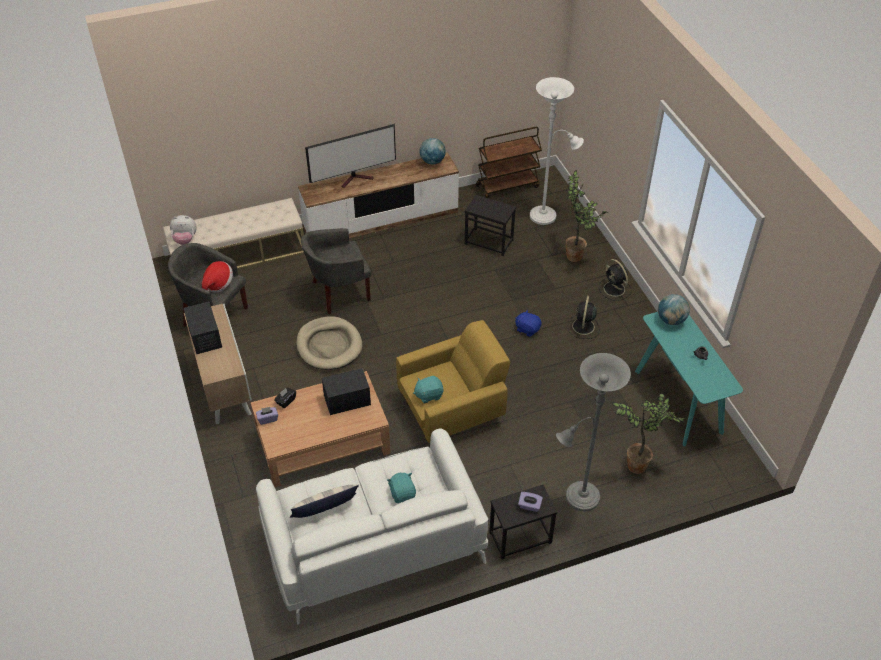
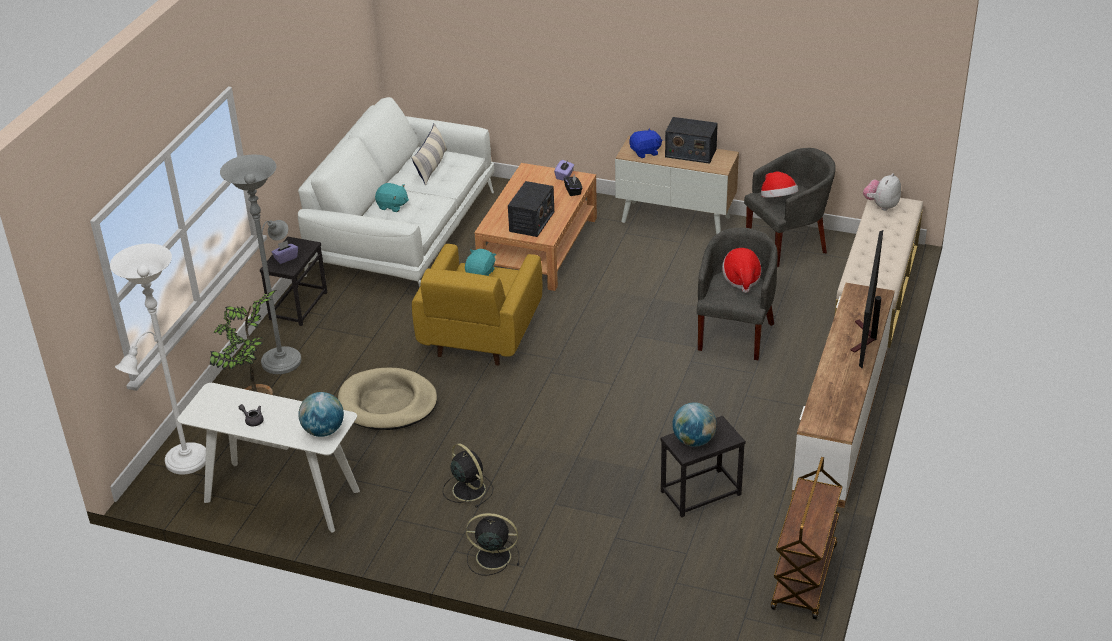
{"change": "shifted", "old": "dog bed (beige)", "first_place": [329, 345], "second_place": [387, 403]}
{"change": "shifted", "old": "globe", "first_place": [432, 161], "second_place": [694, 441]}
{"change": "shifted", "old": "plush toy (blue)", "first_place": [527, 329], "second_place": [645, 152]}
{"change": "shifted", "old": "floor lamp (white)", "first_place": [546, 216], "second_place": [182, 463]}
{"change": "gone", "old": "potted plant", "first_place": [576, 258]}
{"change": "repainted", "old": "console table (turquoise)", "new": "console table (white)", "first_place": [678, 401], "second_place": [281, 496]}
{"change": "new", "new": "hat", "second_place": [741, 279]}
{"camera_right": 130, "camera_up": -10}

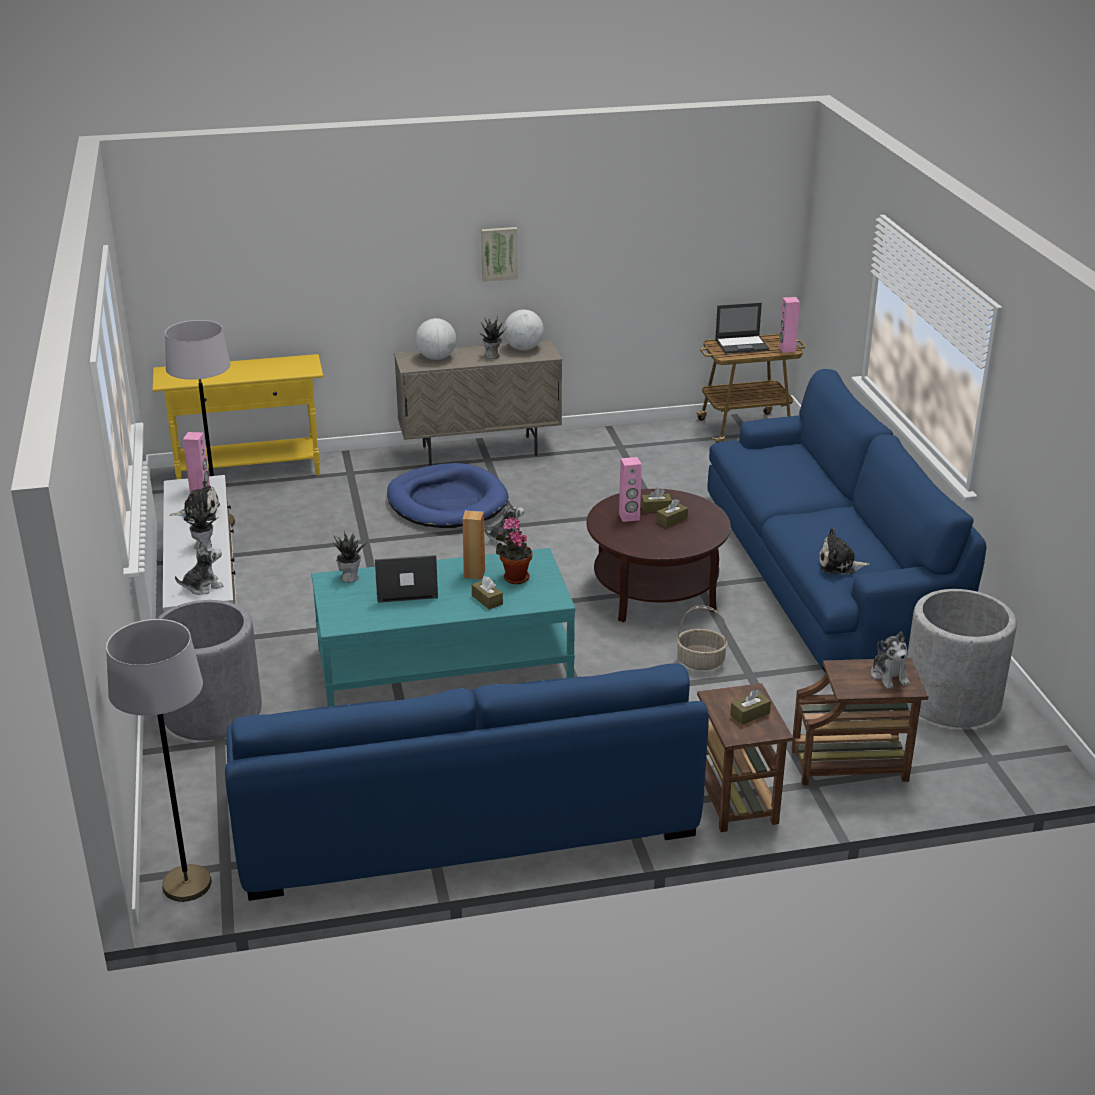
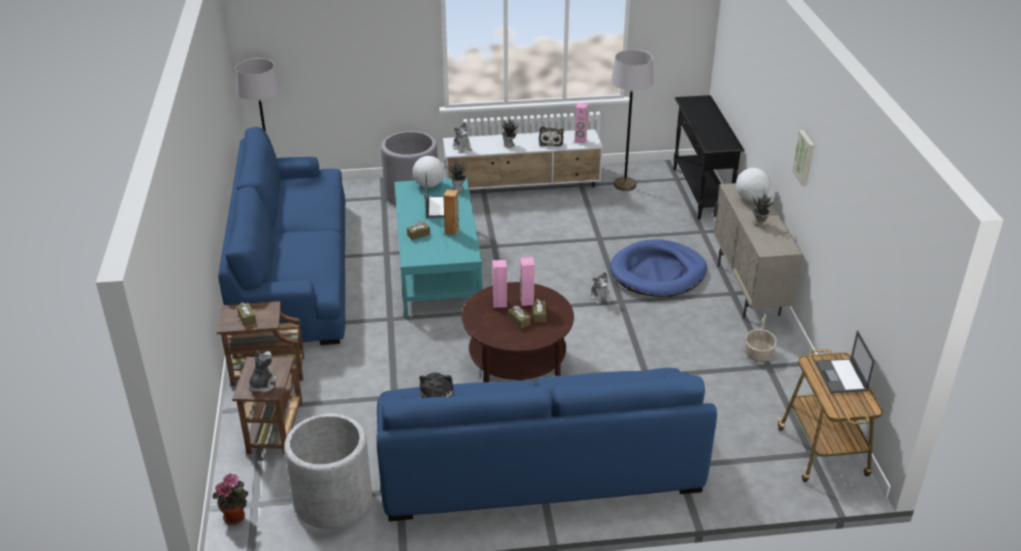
{"change": "repainted", "old": "console table (yellow)", "new": "console table (black)", "first_place": [249, 471], "second_place": [700, 192]}
{"change": "shifted", "old": "potted plant", "first_place": [514, 577], "second_place": [236, 516]}
{"change": "shifted", "old": "globe", "first_place": [523, 348], "second_place": [429, 185]}
{"change": "shifted", "old": "basket", "first_place": [701, 661], "second_place": [759, 354]}
{"change": "shifted", "old": "speaker (pink)", "first_place": [786, 349], "second_place": [499, 303]}
{"change": "rotated", "old": "plush toy", "first_place": [889, 676], "second_place": [262, 384], "degrees": 120}
{"camera_right": 95, "camera_up": 5}

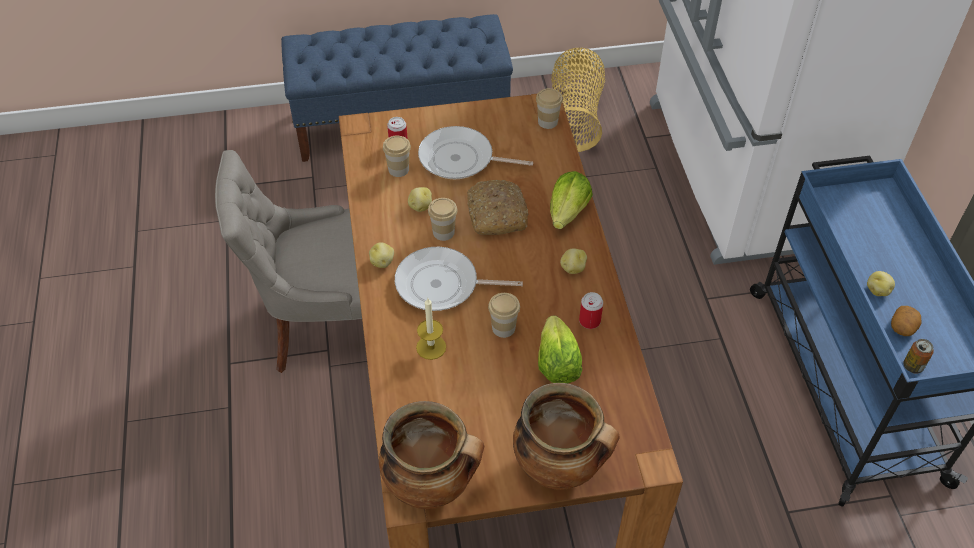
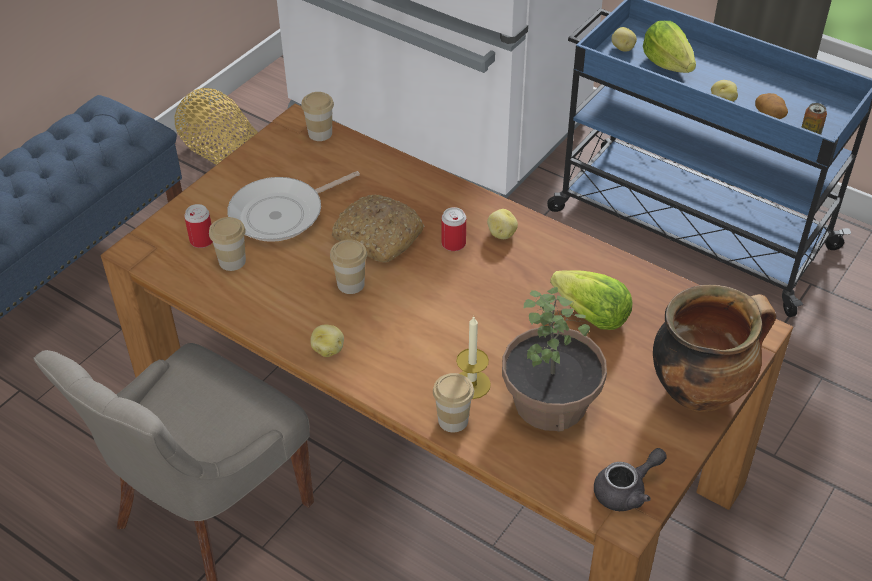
{"change": "swapped", "old": "cooking pot", "new": "teapot (grey)", "first_place": [431, 485], "second_place": [626, 490]}
{"change": "gone", "old": "frying pan", "first_place": [442, 285]}
{"change": "shifted", "old": "potato", "first_place": [420, 206], "second_place": [622, 48]}
{"change": "shifted", "old": "cup", "first_place": [503, 328], "second_place": [453, 420]}
{"change": "shifted", "old": "lettuce", "first_place": [568, 212], "second_place": [667, 64]}
{"change": "shifted", "old": "can", "first_place": [589, 321], "second_place": [453, 244]}
{"change": "new", "new": "potted plant", "second_place": [551, 402]}
{"camera_right": -45, "camera_up": -5}

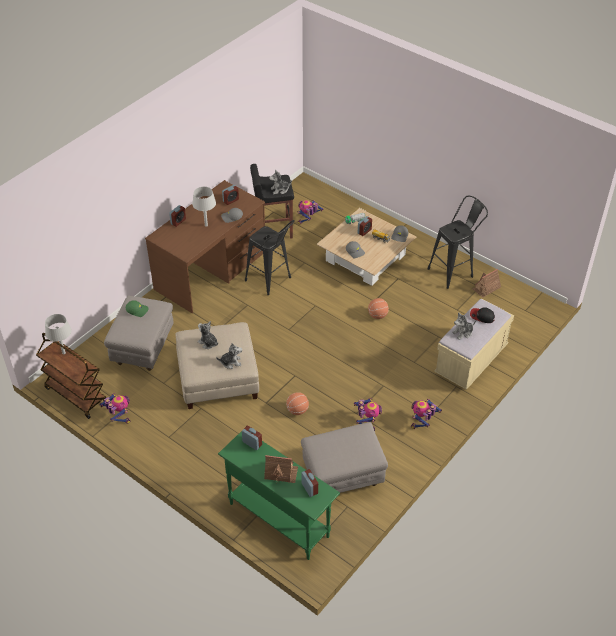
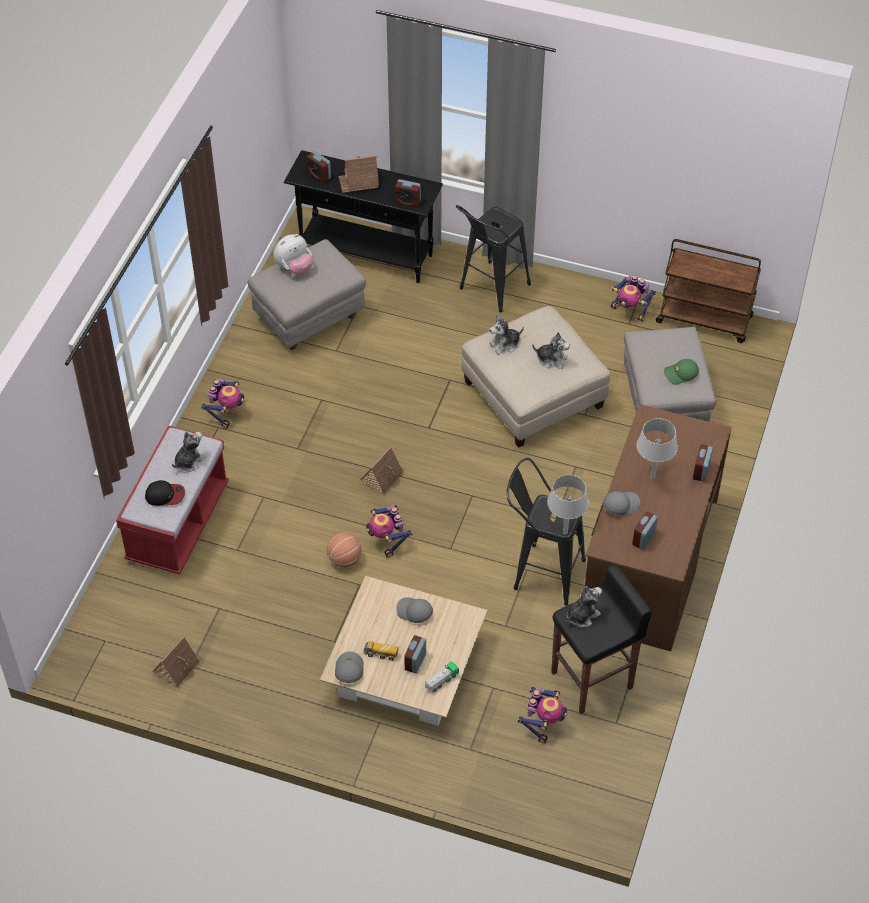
{"change": "shifted", "old": "table lamp (grey)", "first_place": [63, 353], "second_place": [565, 532]}
{"change": "repainted", "old": "console table (green)", "new": "console table (black)", "first_place": [278, 519], "second_place": [366, 255]}
{"change": "gone", "old": "basketball", "first_place": [297, 410]}
{"change": "shifted", "old": "toy robot", "first_place": [367, 421], "second_place": [387, 540]}
{"change": "shifted", "old": "stool (black)", "first_place": [454, 271], "second_place": [490, 291]}
{"change": "repainted", "old": "bench (beige)", "new": "bench (red)", "first_place": [471, 360], "second_place": [178, 523]}
{"change": "new", "new": "plush toy", "second_place": [294, 268]}
{"change": "new", "new": "toy house", "second_place": [383, 476]}
{"camera_right": 160, "camera_up": 5}

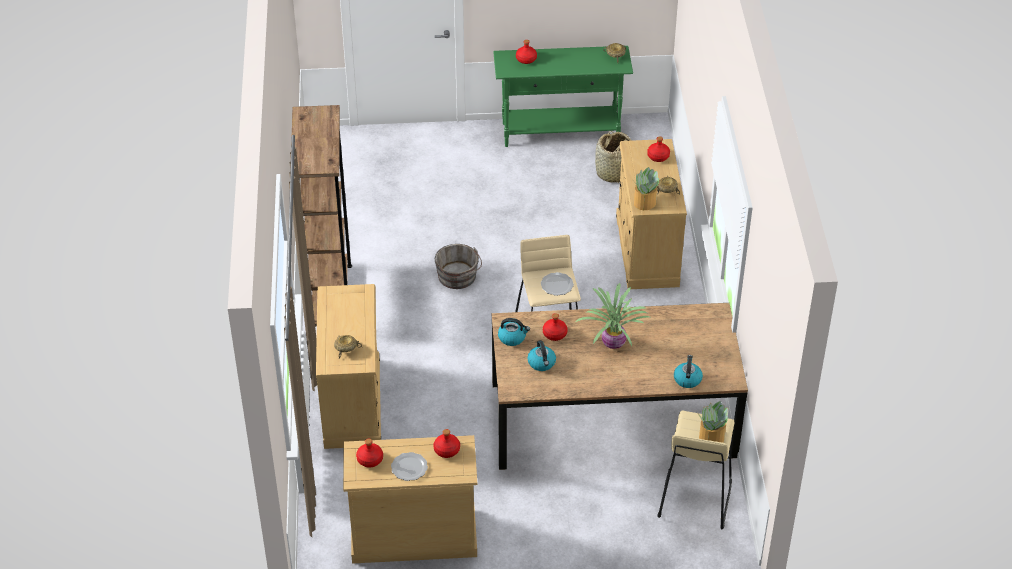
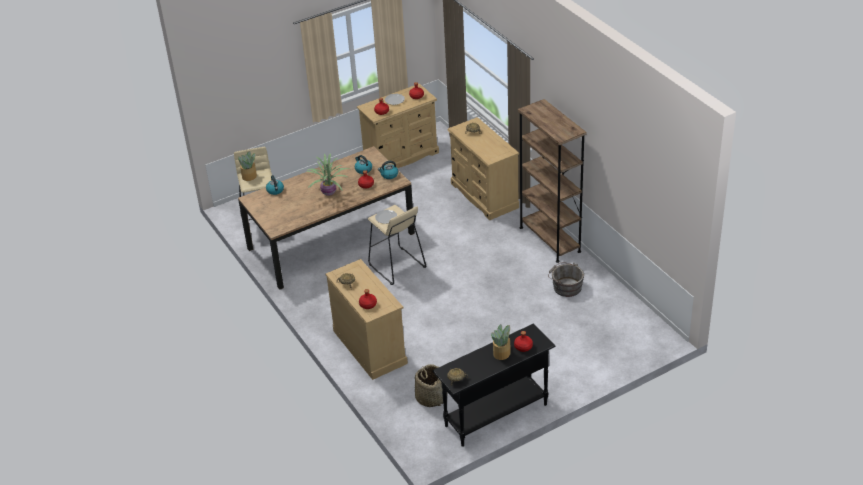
{"change": "shifted", "old": "bucket (grey)", "first_place": [458, 277], "second_place": [565, 287]}
{"change": "repainted", "old": "console table (green)", "new": "console table (black)", "first_place": [561, 133], "second_place": [495, 415]}
{"change": "shifted", "old": "potted plant", "first_place": [644, 203], "second_place": [502, 353]}
{"camera_right": 155, "camera_up": -5}

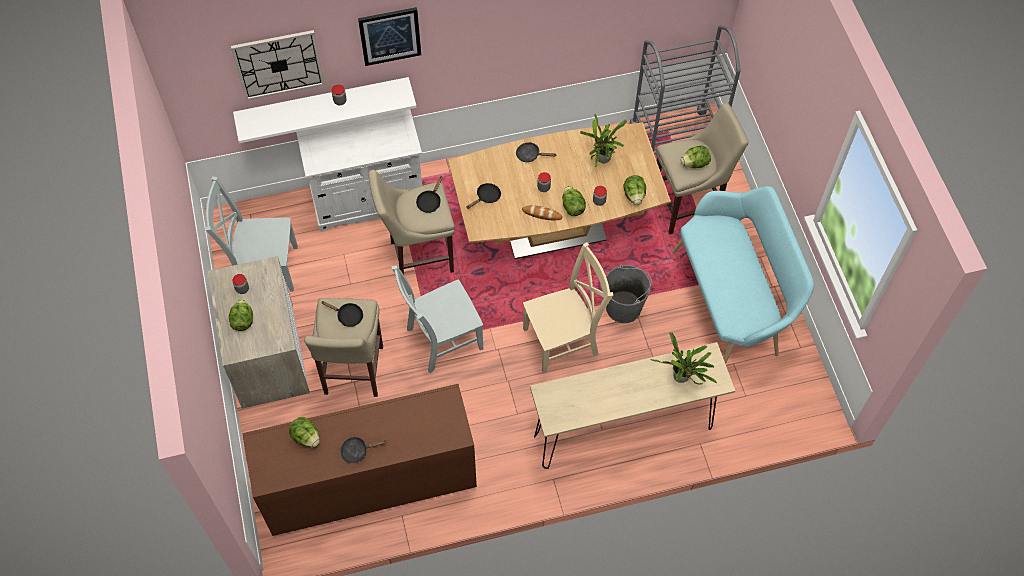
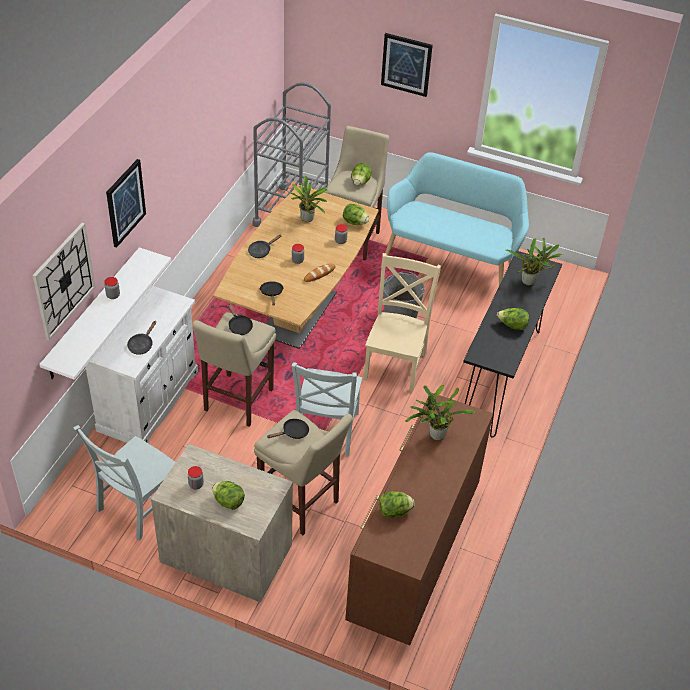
{"change": "shifted", "old": "frying pan (black)", "first_place": [357, 451], "second_place": [142, 345]}
{"change": "repainted", "old": "console table (beige)", "new": "console table (black)", "first_place": [623, 432], "second_place": [501, 377]}
{"change": "shifted", "old": "lettuce", "first_place": [572, 207], "second_place": [512, 326]}
{"change": "new", "new": "picture", "second_place": [406, 64]}
{"change": "new", "new": "potted plant", "second_place": [434, 435]}
{"camera_right": -55, "camera_up": -15}

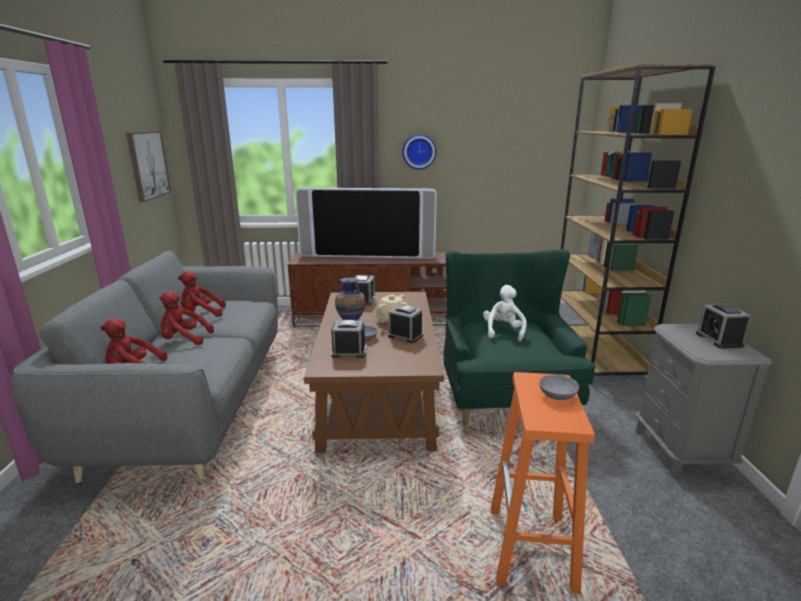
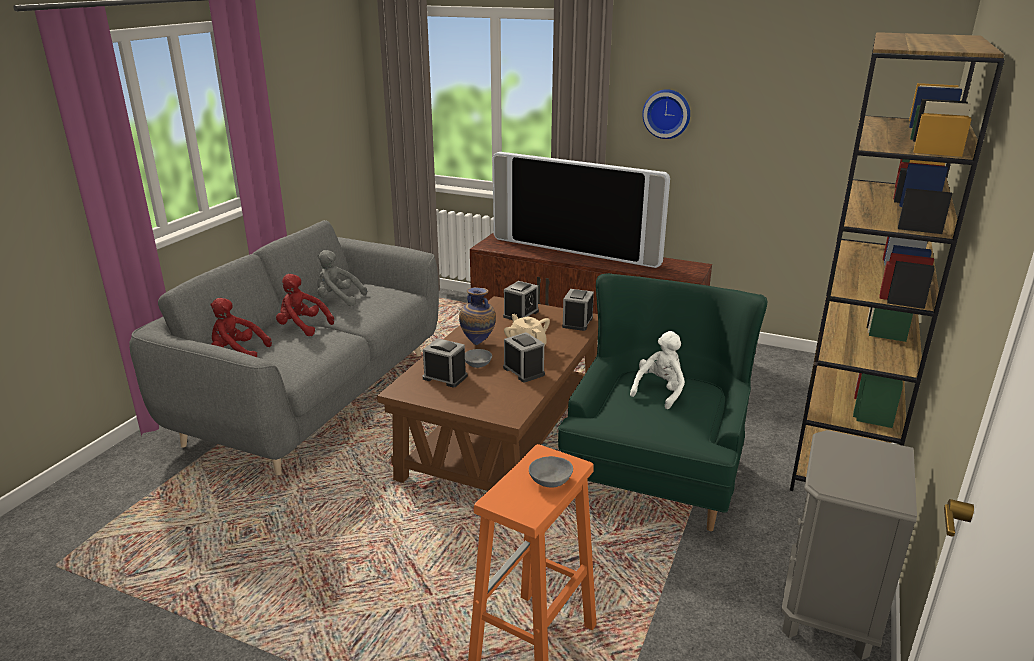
{"change": "gone", "old": "picture", "first_place": [148, 165]}
{"change": "repainted", "old": "plush toy (red)", "new": "plush toy (grey)", "first_place": [201, 314], "second_place": [338, 299]}
{"change": "shifted", "old": "alarm clock", "first_place": [718, 340], "second_place": [577, 322]}
{"camera_right": 25, "camera_up": 5}

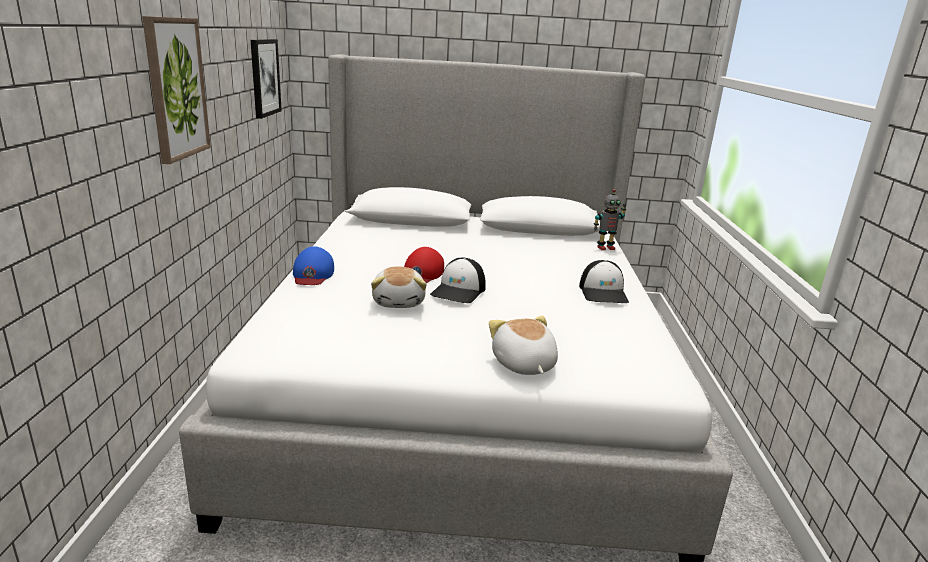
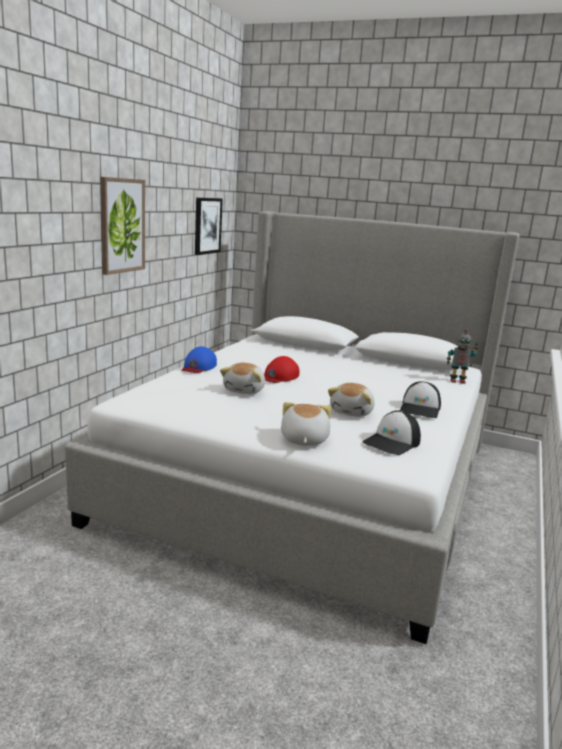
{"change": "shifted", "old": "cap", "first_place": [459, 291], "second_place": [392, 442]}
{"change": "new", "new": "plush toy", "second_place": [352, 412]}
{"camera_right": 20, "camera_up": -5}

